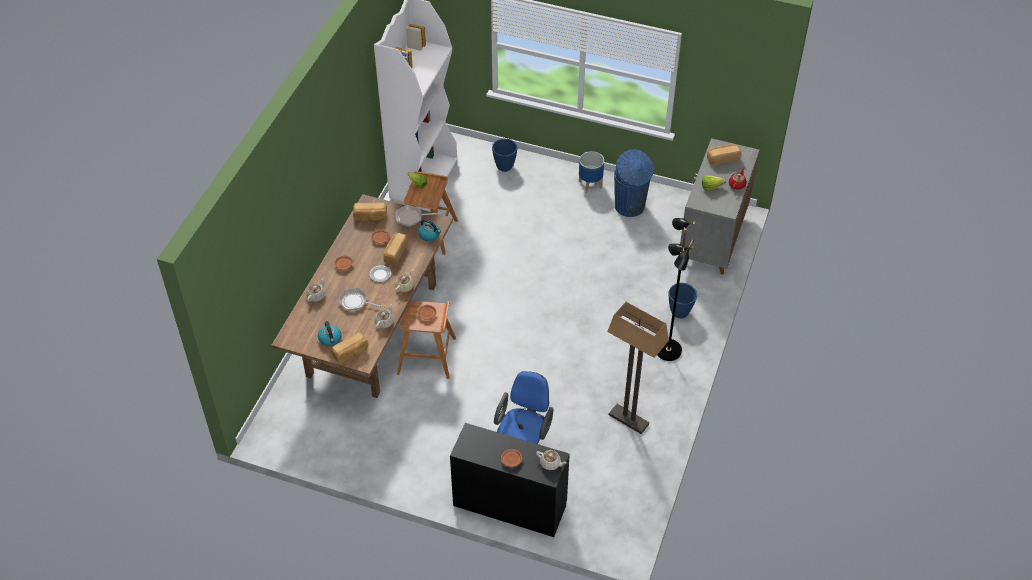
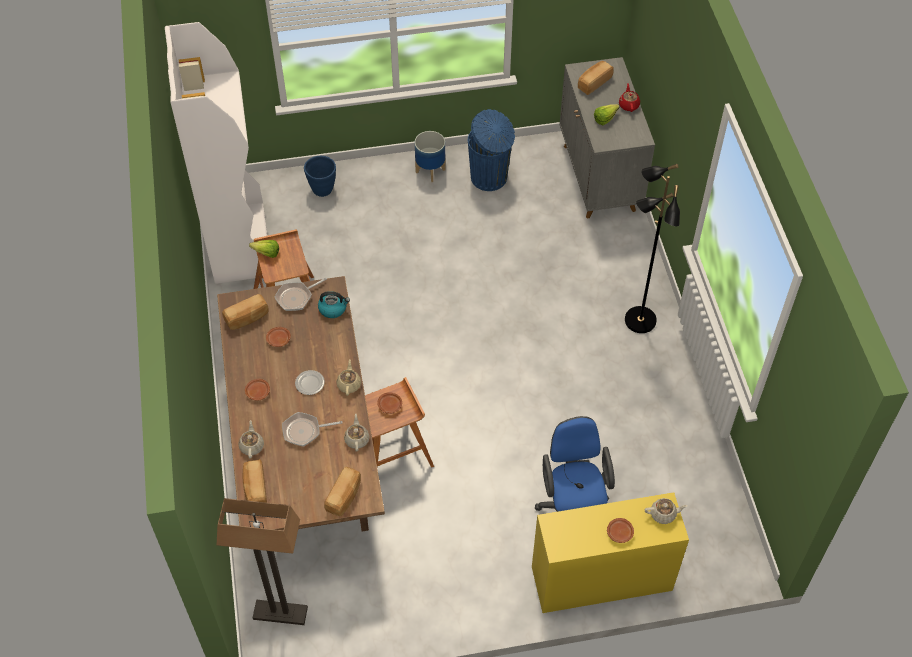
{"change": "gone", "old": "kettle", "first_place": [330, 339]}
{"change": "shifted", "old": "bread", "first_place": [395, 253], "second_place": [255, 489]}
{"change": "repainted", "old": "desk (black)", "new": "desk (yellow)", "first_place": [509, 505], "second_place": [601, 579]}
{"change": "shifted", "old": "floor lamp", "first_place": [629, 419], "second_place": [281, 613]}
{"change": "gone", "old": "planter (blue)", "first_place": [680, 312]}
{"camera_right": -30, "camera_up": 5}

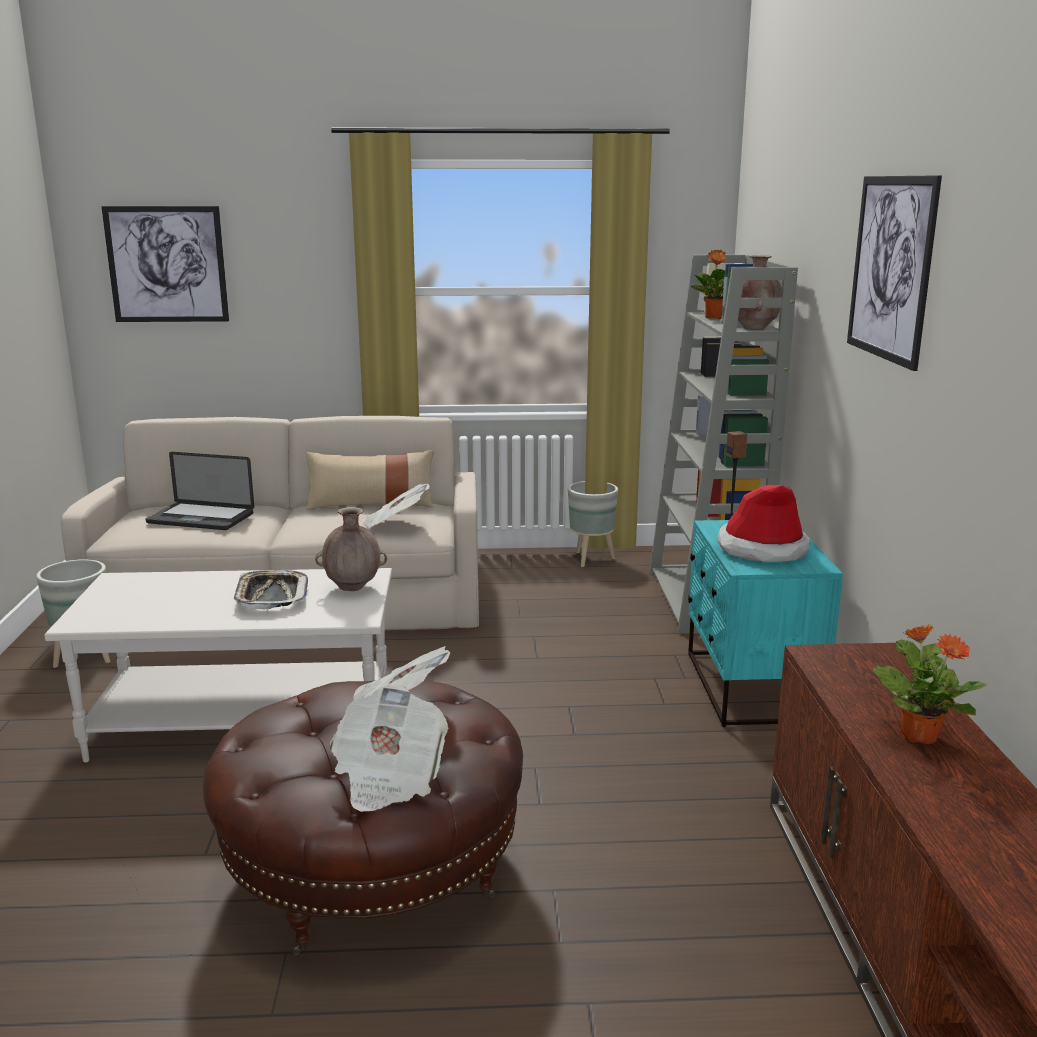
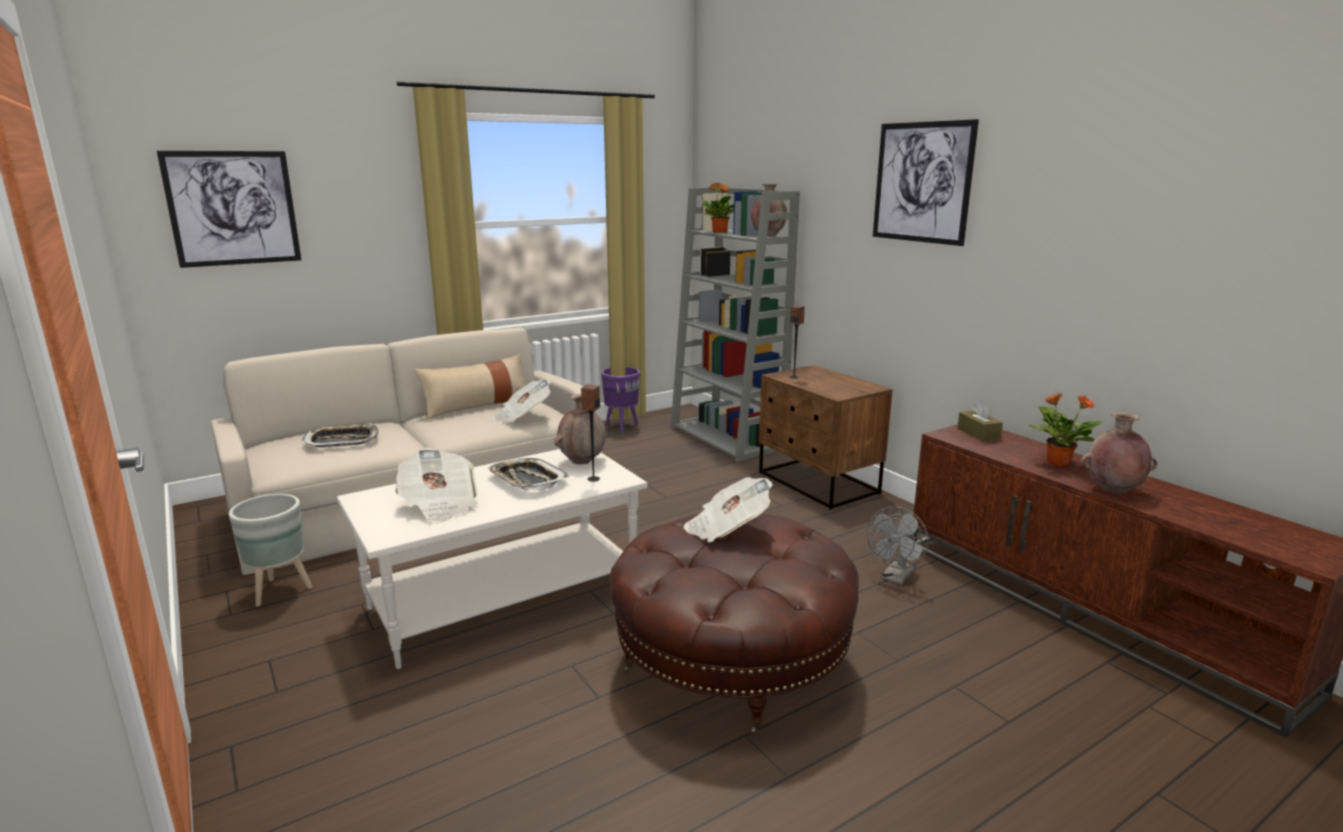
{"change": "swapped", "old": "laptop", "new": "tray", "first_place": [201, 518], "second_place": [342, 441]}
{"change": "shifted", "old": "newspaper", "first_place": [388, 777], "second_place": [439, 505]}
{"change": "repainted", "old": "planter (grey)", "new": "planter (purple)", "first_place": [590, 559], "second_place": [621, 427]}
{"change": "repainted", "old": "nightstand (turquoise)", "new": "nightstand (brown)", "first_place": [749, 688], "second_place": [817, 483]}
{"change": "gone", "old": "hat", "first_place": [762, 549]}
{"change": "new", "new": "speaker", "second_place": [593, 479]}
{"change": "new", "new": "fan (grey)", "second_place": [895, 578]}
{"change": "new", "new": "tissue box (brown)", "second_place": [978, 433]}
{"change": "new", "new": "vase (brown)", "second_place": [1112, 490]}
{"camera_right": -30, "camera_up": 0}

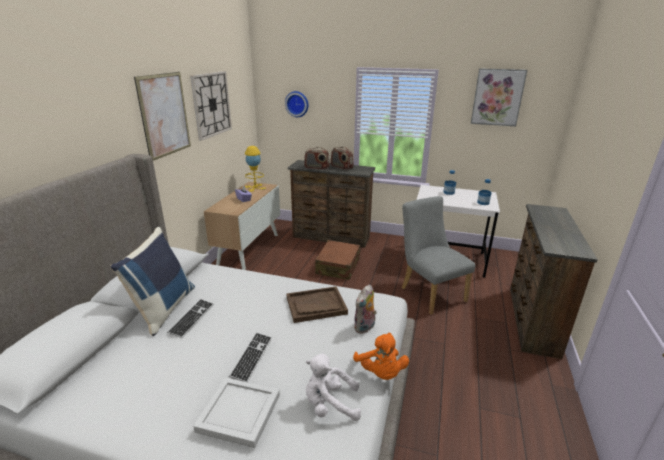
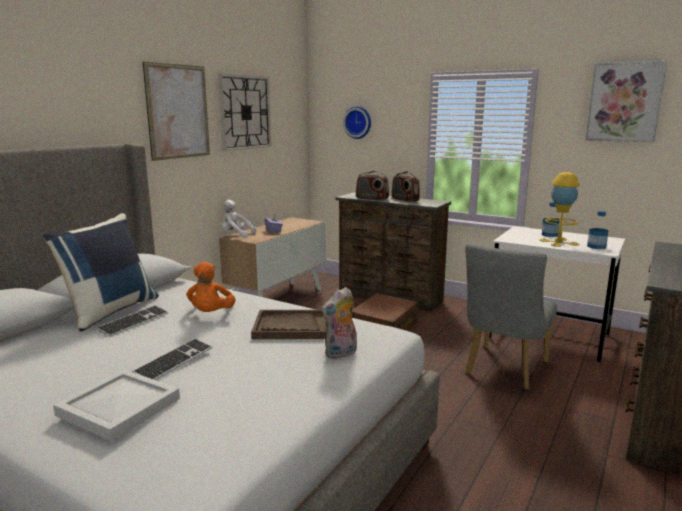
{"change": "shifted", "old": "table lamp (yellow)", "first_place": [255, 187], "second_place": [559, 242]}
{"change": "shifted", "old": "plush toy (white)", "first_place": [330, 405], "second_place": [235, 235]}
{"change": "shifted", "old": "plush toy (orange)", "first_place": [380, 373], "second_place": [211, 314]}
{"change": "rotated", "old": "chair (grey)", "first_place": [429, 292], "second_place": [503, 370], "degrees": -135}
{"camera_right": 15, "camera_up": -10}

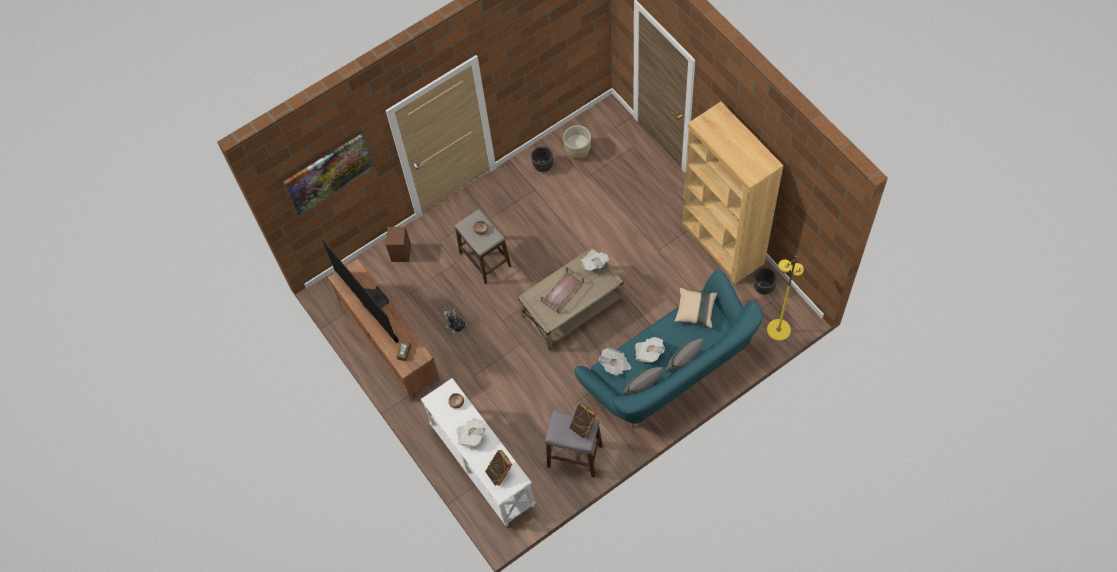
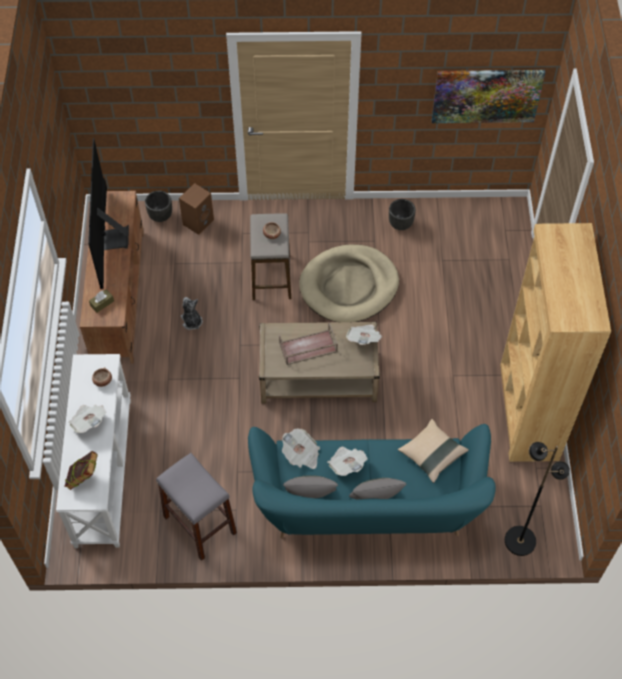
{"change": "shifted", "old": "picture", "first_place": [328, 173], "second_place": [486, 95]}
{"change": "gone", "old": "planter (beige)", "first_place": [578, 151]}
{"change": "gone", "old": "book", "first_place": [583, 426]}
{"change": "shifted", "old": "planter (black)", "first_place": [764, 288], "second_place": [161, 216]}
{"change": "repainted", "old": "floor lamp (yellow)", "new": "floor lamp (black)", "first_place": [778, 330], "second_place": [519, 540]}
{"change": "new", "new": "dog bed (beige)", "second_place": [349, 286]}
{"camera_right": 30, "camera_up": -5}

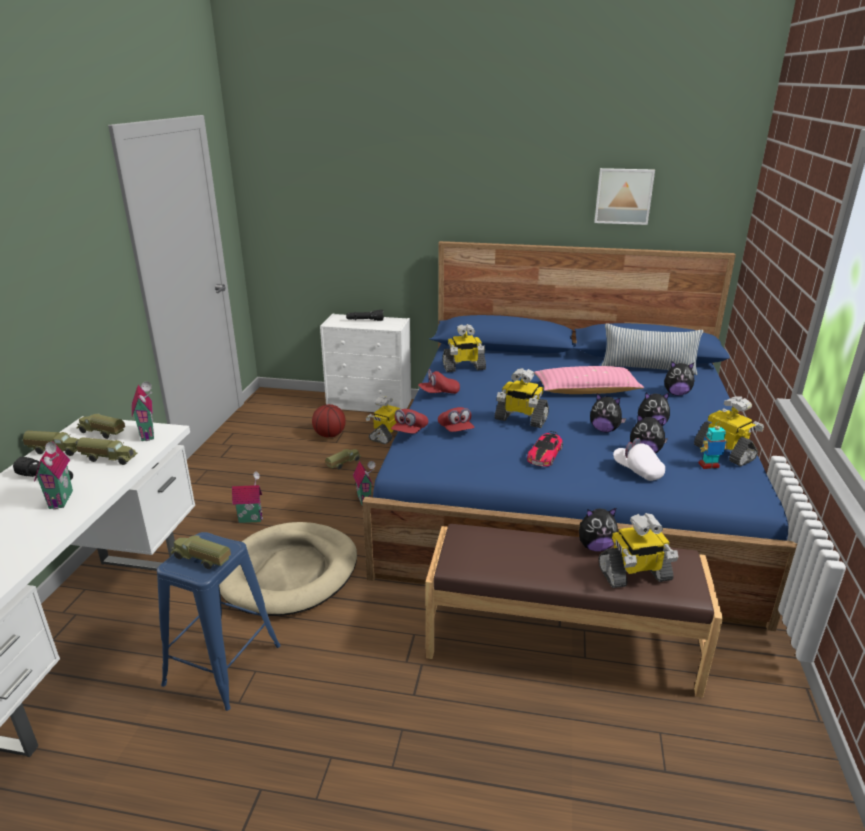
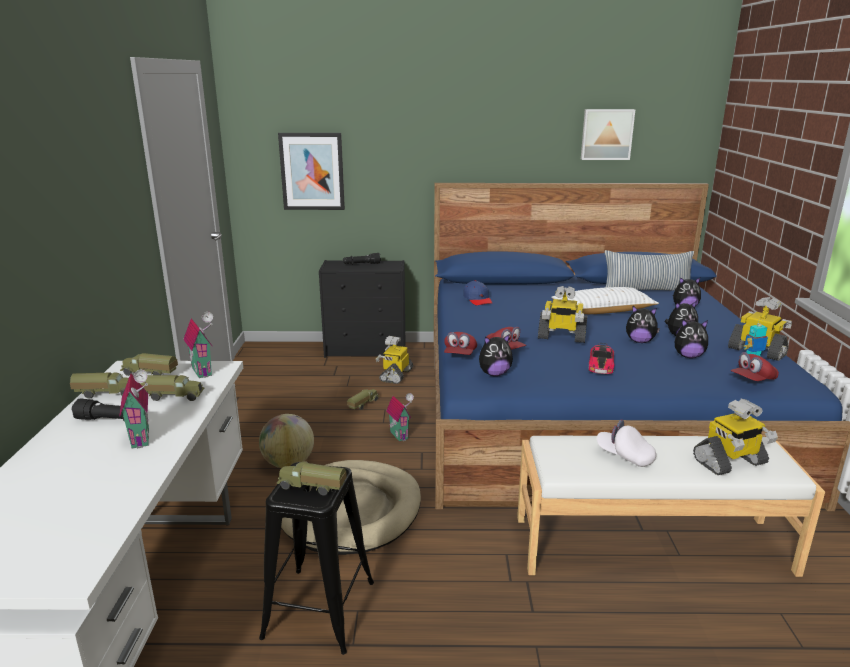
{"change": "repainted", "old": "stool (blue)", "new": "stool (black)", "first_place": [223, 664], "second_place": [319, 608]}
{"change": "swapped", "old": "toy house", "new": "globe", "first_place": [251, 518], "second_place": [288, 463]}
{"change": "gone", "old": "basketball", "first_place": [329, 435]}
{"change": "repainted", "old": "dresser (white)", "new": "dresser (black)", "first_place": [370, 405], "second_place": [367, 350]}
{"change": "shifted", "old": "cap (red)", "first_place": [439, 393], "second_place": [752, 380]}
{"change": "repainted", "old": "bench (brown)", "new": "bench (white)", "first_place": [560, 642], "second_place": [650, 544]}
{"change": "swapped", "old": "toy robot", "new": "cap (blue)", "first_place": [463, 367], "second_place": [478, 299]}
{"change": "repainted", "old": "pillow (pink)", "new": "pillow (white)", "first_place": [586, 390], "second_place": [603, 311]}
{"change": "shifted", "old": "plush toy", "first_place": [595, 547], "second_place": [494, 374]}
{"change": "shifted", "old": "cap (white)", "first_place": [637, 470], "second_place": [624, 456]}
{"change": "new", "new": "picture", "second_place": [312, 171]}
{"camera_right": -10, "camera_up": -5}

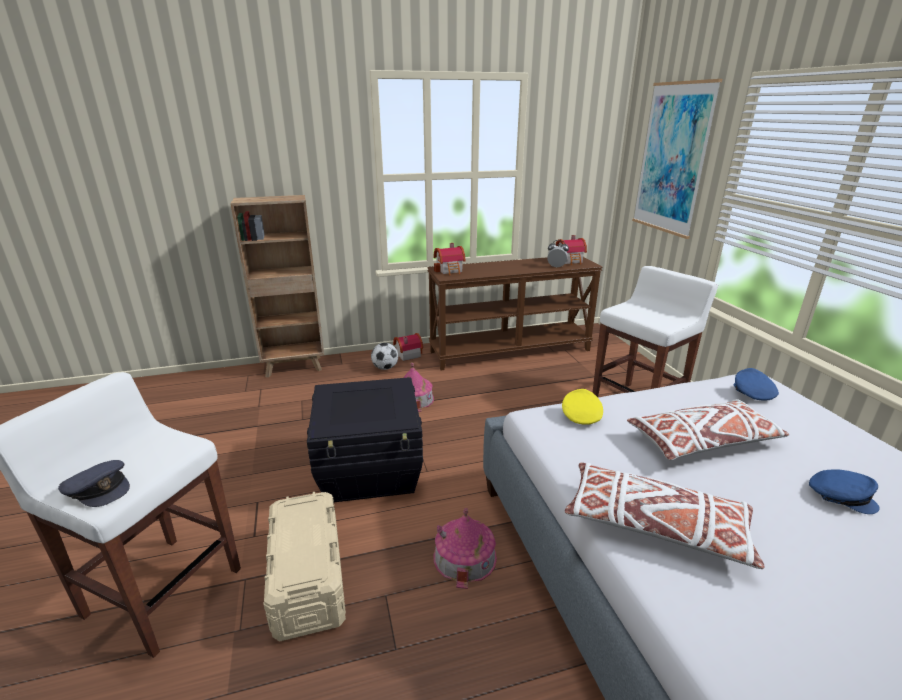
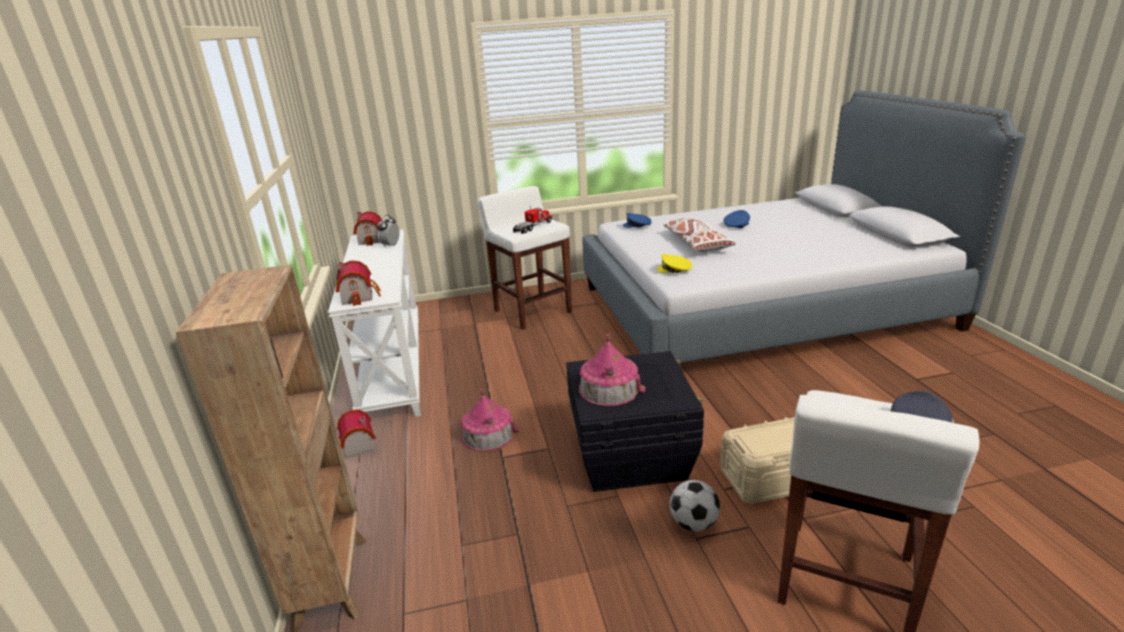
{"change": "shifted", "old": "football", "first_place": [385, 368], "second_place": [693, 523]}
{"change": "repainted", "old": "console table (brown)", "new": "console table (white)", "first_place": [510, 350], "second_place": [391, 366]}
{"change": "shifted", "old": "toy house", "first_place": [464, 557], "second_place": [609, 388]}
{"change": "gone", "old": "pillow (white)", "first_place": [656, 525]}
{"change": "gone", "old": "picture", "first_place": [672, 159]}
{"change": "new", "new": "toy truck", "second_place": [533, 227]}
{"camera_right": -85, "camera_up": 0}

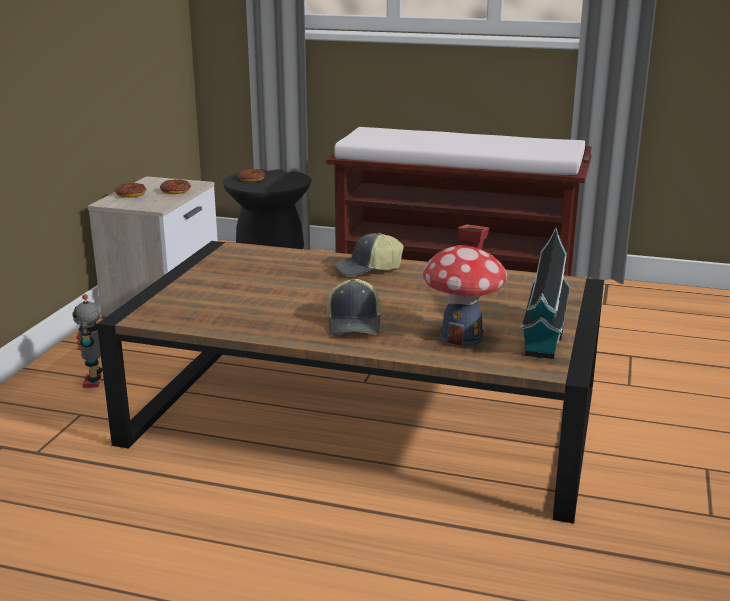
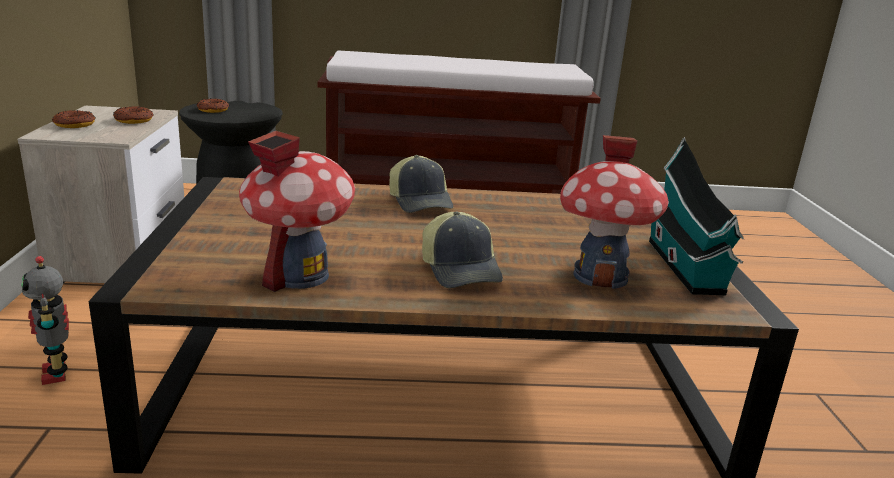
{"change": "rotated", "old": "cap", "first_place": [367, 269], "second_place": [421, 202], "degrees": -75}
{"change": "new", "new": "toy house", "second_place": [299, 275]}
{"camera_right": -20, "camera_up": 0}

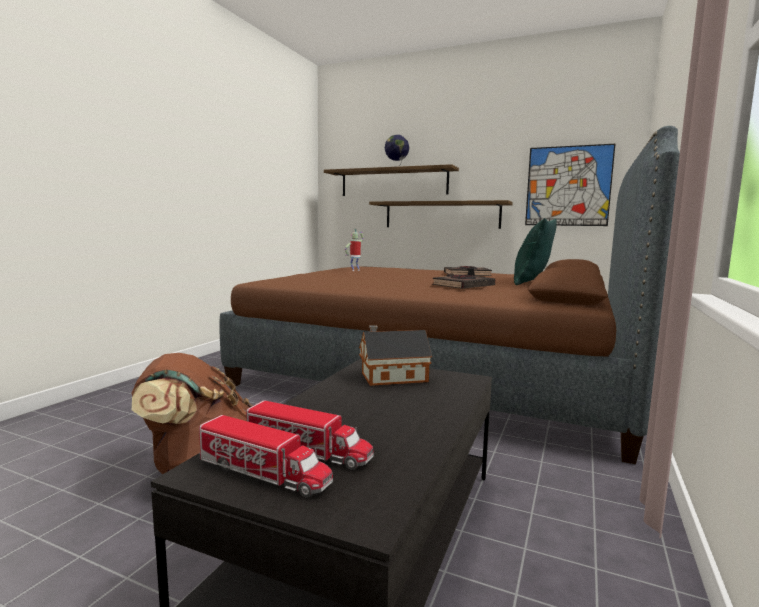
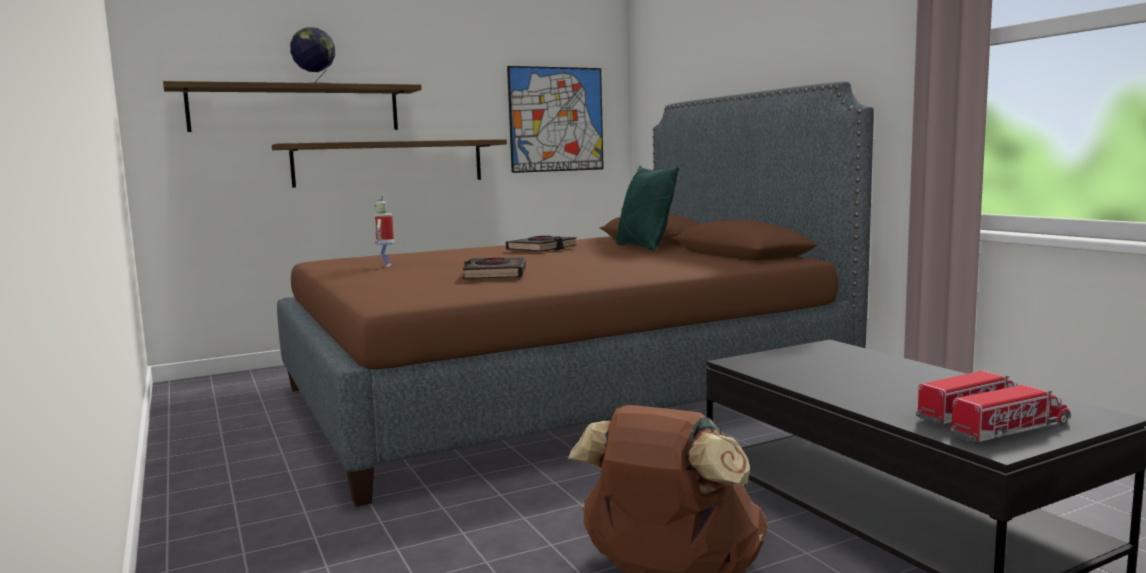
{"change": "gone", "old": "toy house", "first_place": [391, 377]}
{"change": "shifted", "old": "book (black)", "first_place": [463, 286], "second_place": [494, 274]}
{"camera_right": -50, "camera_up": 0}

